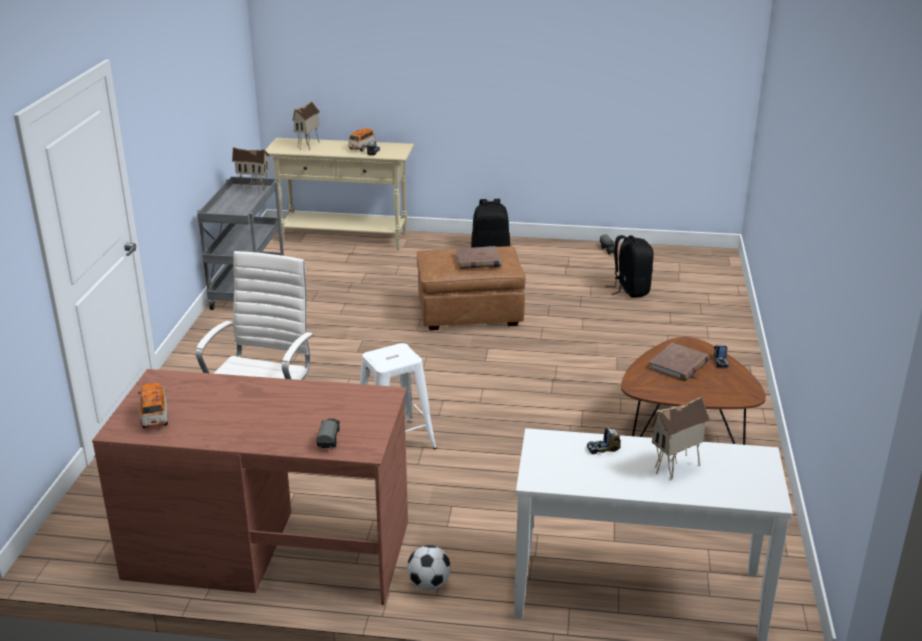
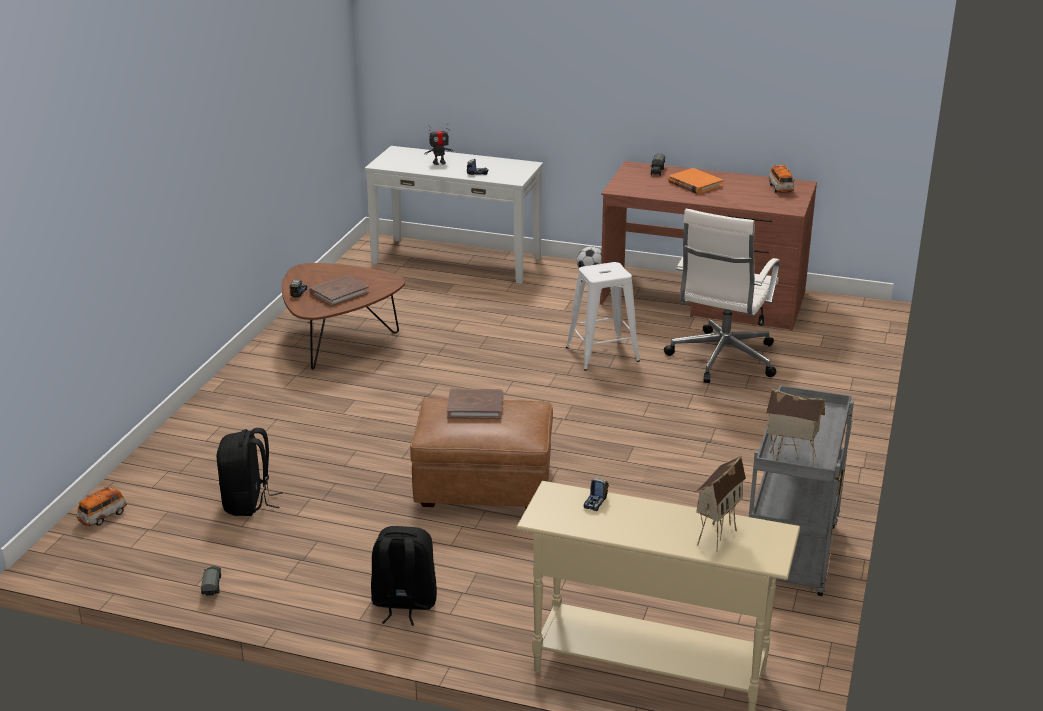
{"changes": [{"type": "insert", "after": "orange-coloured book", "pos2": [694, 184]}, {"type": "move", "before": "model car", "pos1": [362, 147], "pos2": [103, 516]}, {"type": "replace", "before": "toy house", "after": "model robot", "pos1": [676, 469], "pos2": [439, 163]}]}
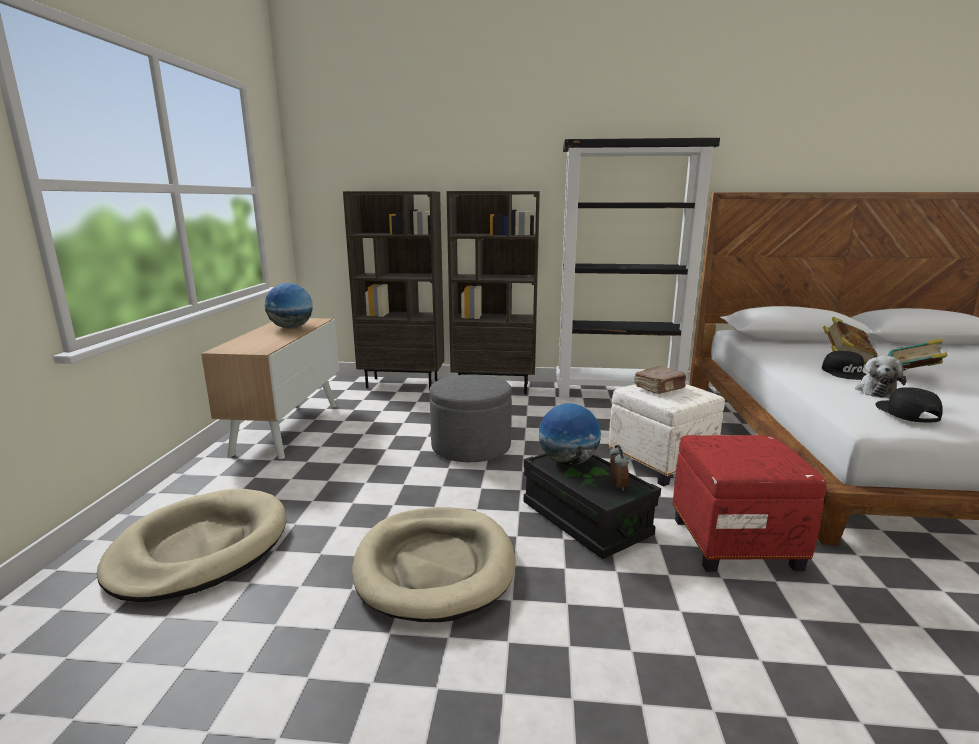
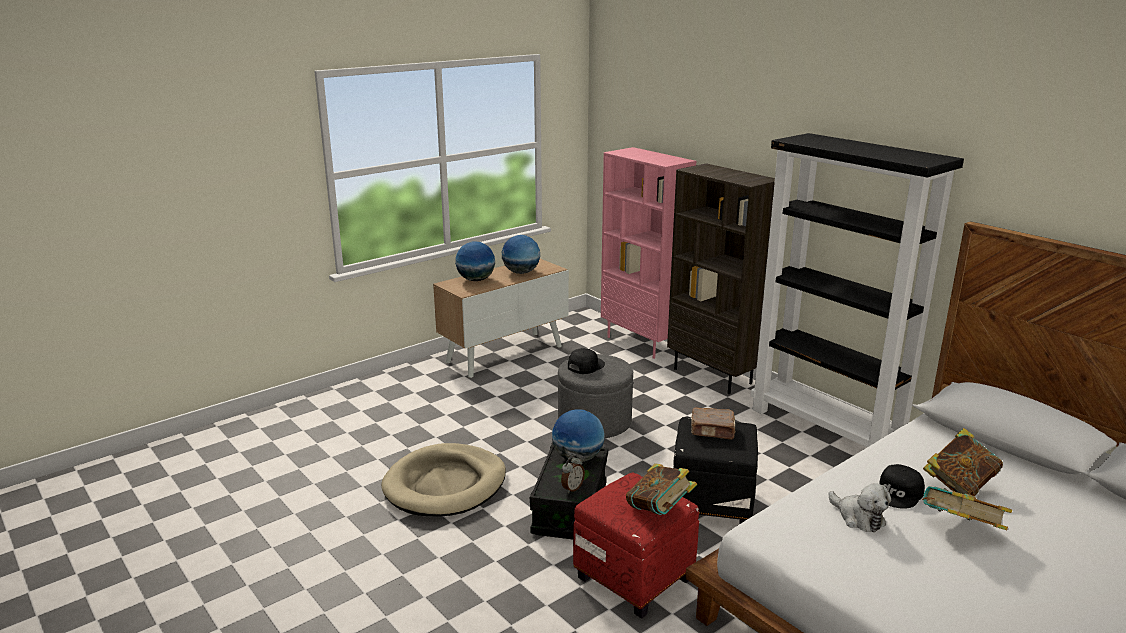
{"changes": [{"type": "delete", "before": "beige pet bed", "pos1": [200, 548]}, {"type": "insert", "after": "world globe", "pos2": [476, 280]}, {"type": "insert", "after": "book", "pos2": [659, 510]}, {"type": "move", "before": "blackish baseball cap", "pos1": [906, 412], "pos2": [585, 365]}, {"type": "recolor", "before": "brown-coloured shelving unit", "after": "pink-coloured shelving unit", "pos1": [403, 384], "pos2": [642, 343]}, {"type": "recolor", "before": "whitish pouffe", "after": "blackish pouffe", "pos1": [660, 462], "pos2": [712, 504]}, {"type": "rotate", "before": "soft toy", "pos1": [876, 391], "pos2": [858, 517], "turn": -105}]}
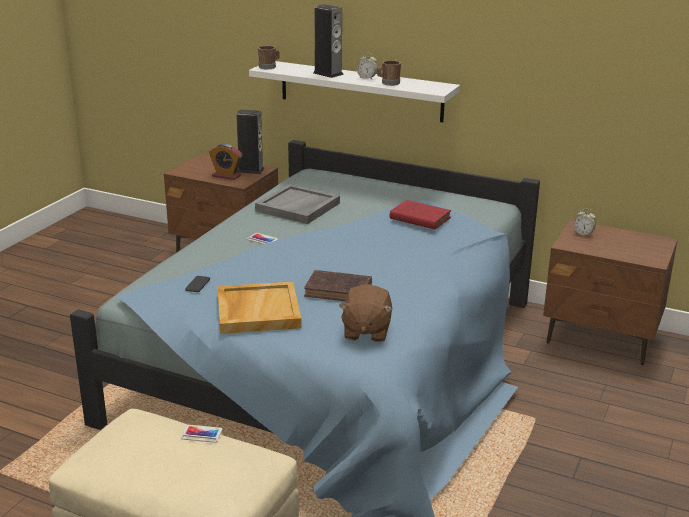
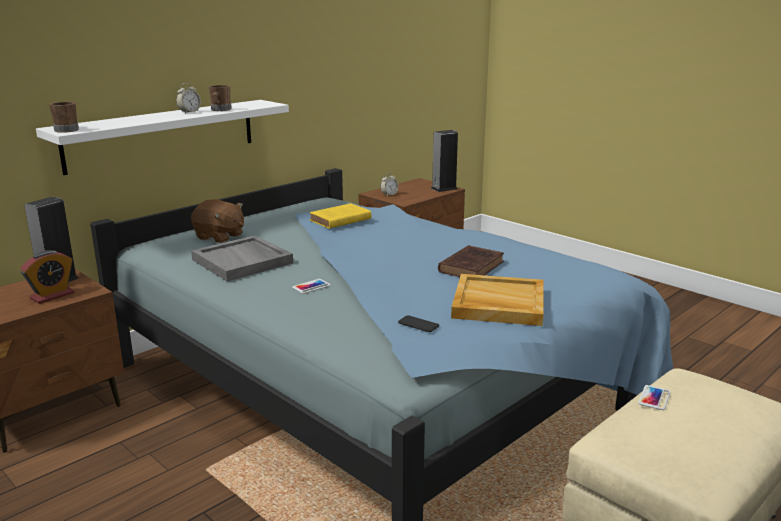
{"changes": [{"type": "move", "before": "loudspeaker", "pos1": [328, 73], "pos2": [444, 188]}, {"type": "move", "before": "brown-coloured soft toy", "pos1": [366, 331], "pos2": [219, 237]}, {"type": "recolor", "before": "red-coloured book", "after": "yellow book", "pos1": [418, 218], "pos2": [339, 220]}]}
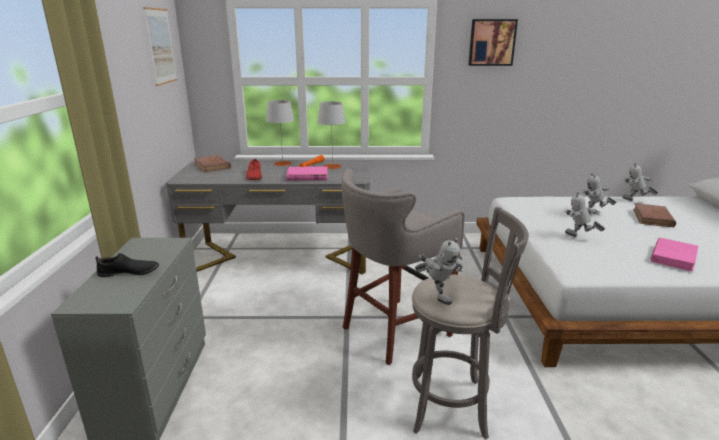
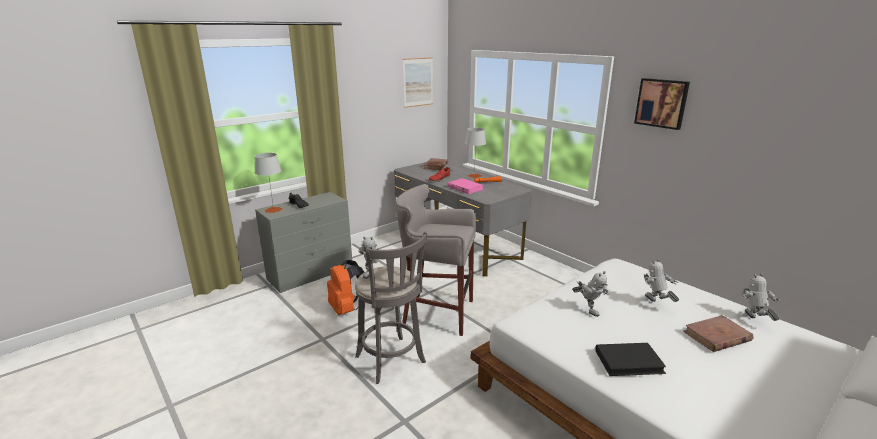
{"changes": [{"type": "insert", "after": "orange-coloured backpack", "pos2": [346, 309]}, {"type": "move", "before": "gray tabletop lamp", "pos1": [332, 166], "pos2": [273, 210]}, {"type": "recolor", "before": "pink-coloured book", "after": "blackish book", "pos1": [673, 257], "pos2": [629, 362]}, {"type": "rotate", "before": "model robot", "pos1": [579, 238], "pos2": [588, 309], "turn": 150}]}
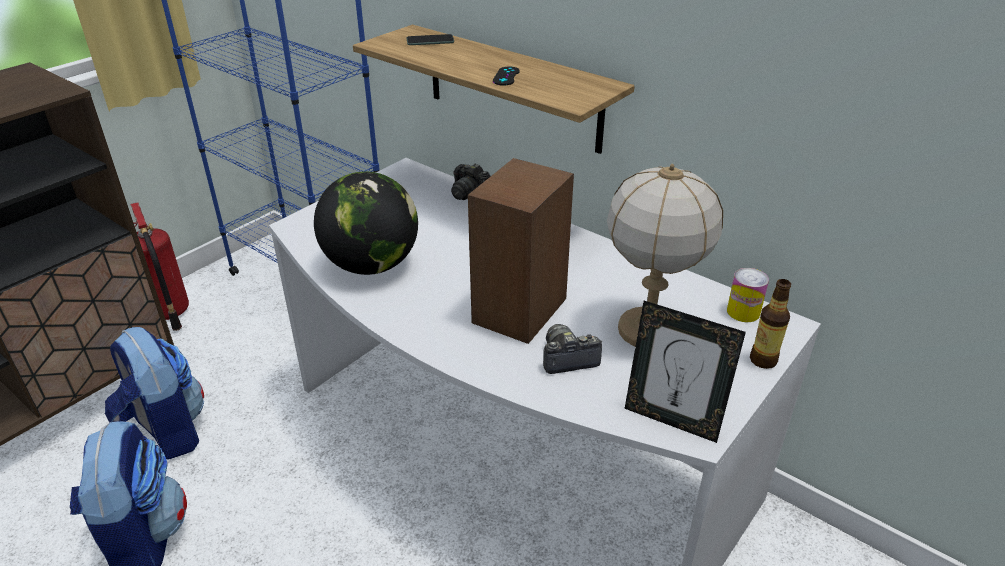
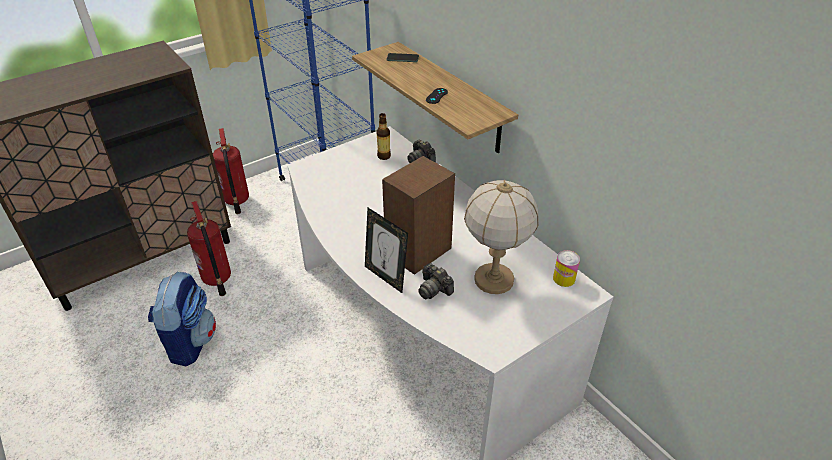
{"changes": [{"type": "delete", "before": "world globe", "pos1": [371, 265]}, {"type": "move", "before": "picture frame", "pos1": [672, 420], "pos2": [386, 277]}, {"type": "move", "before": "bottle", "pos1": [763, 360], "pos2": [384, 156]}, {"type": "replace", "before": "backpack", "after": "fire-fighting cylinder", "pos1": [166, 431], "pos2": [217, 279]}, {"type": "rotate", "before": "photo camera", "pos1": [567, 359], "pos2": [434, 289], "turn": -135}]}
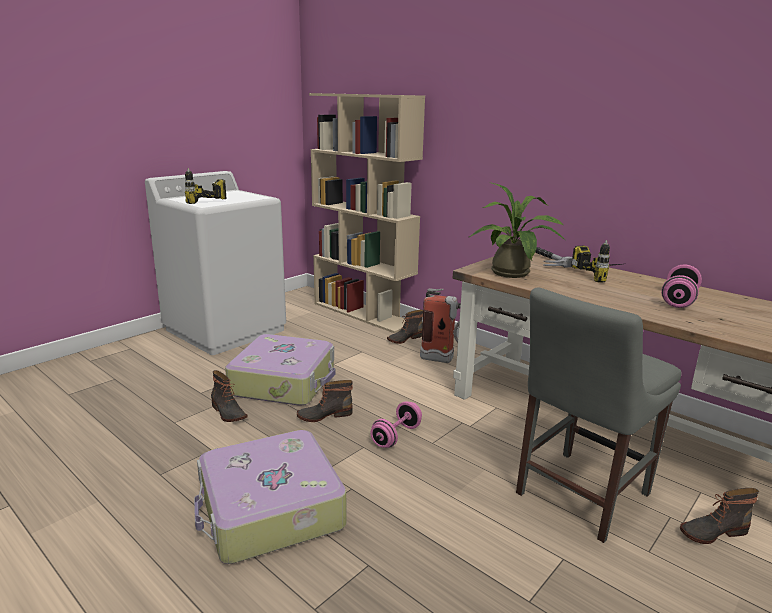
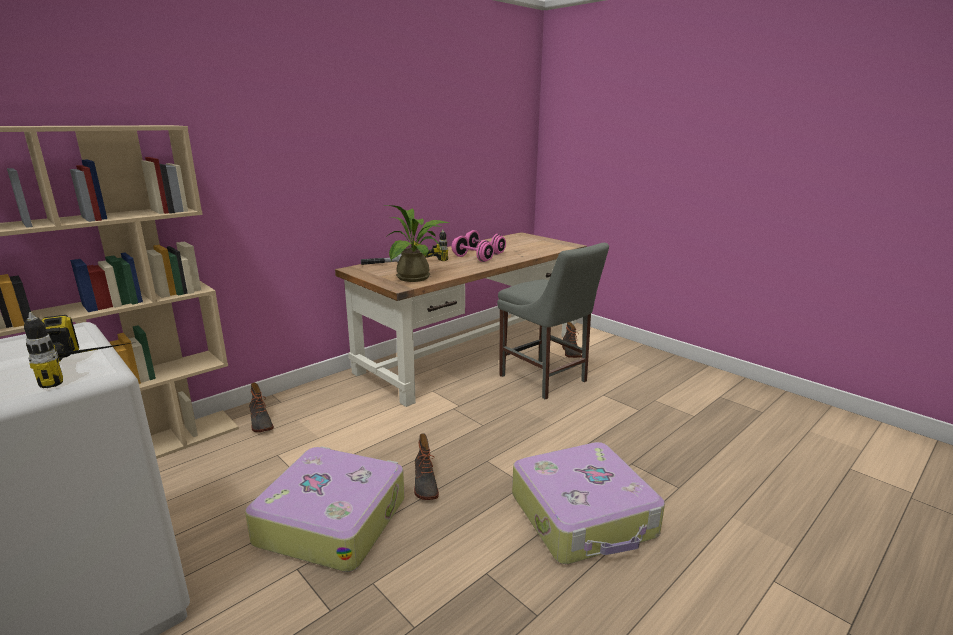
{"changes": [{"type": "delete", "before": "high-top boot", "pos1": [227, 413]}, {"type": "delete", "before": "fire-fighting cylinder", "pos1": [443, 360]}, {"type": "move", "before": "pink-coloured dumbbell", "pos1": [396, 436], "pos2": [472, 259]}]}
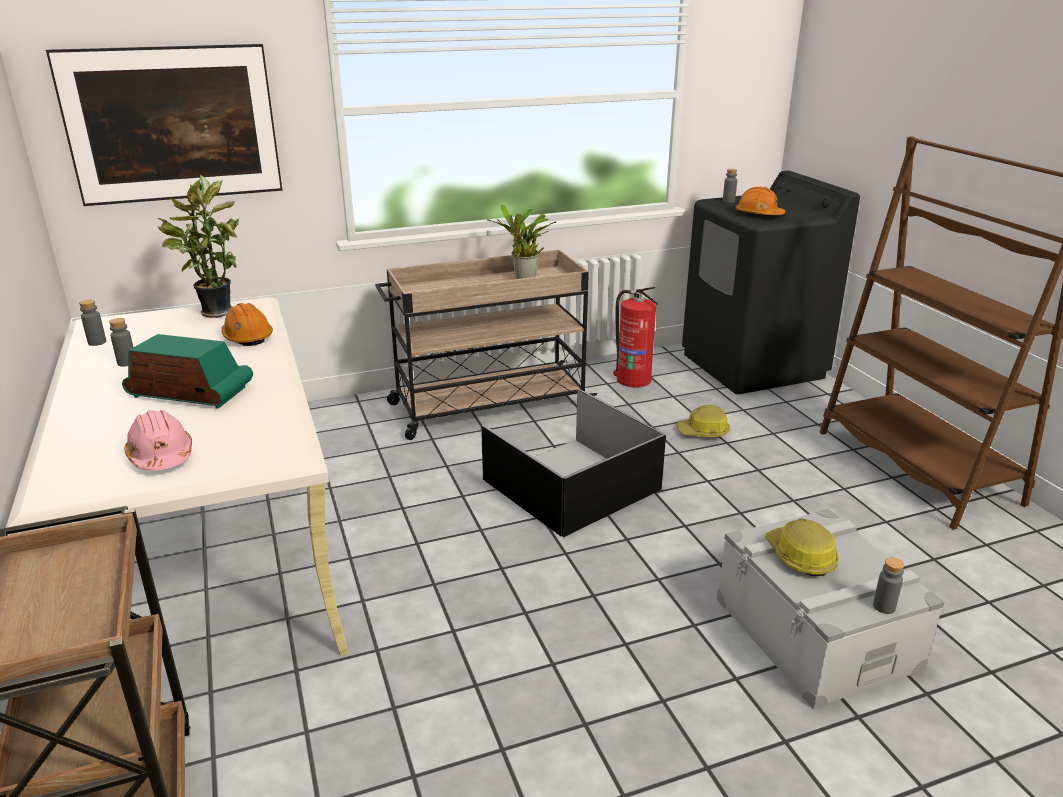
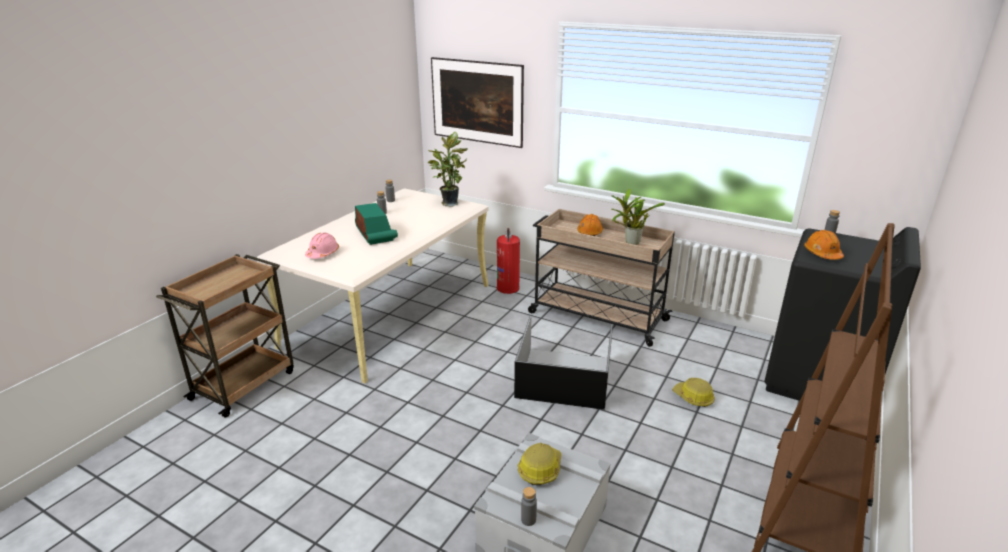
{"changes": [{"type": "move", "before": "orange-coloured work helmet", "pos1": [247, 337], "pos2": [590, 232]}, {"type": "move", "before": "fire-fighting cylinder", "pos1": [633, 379], "pos2": [508, 288]}]}
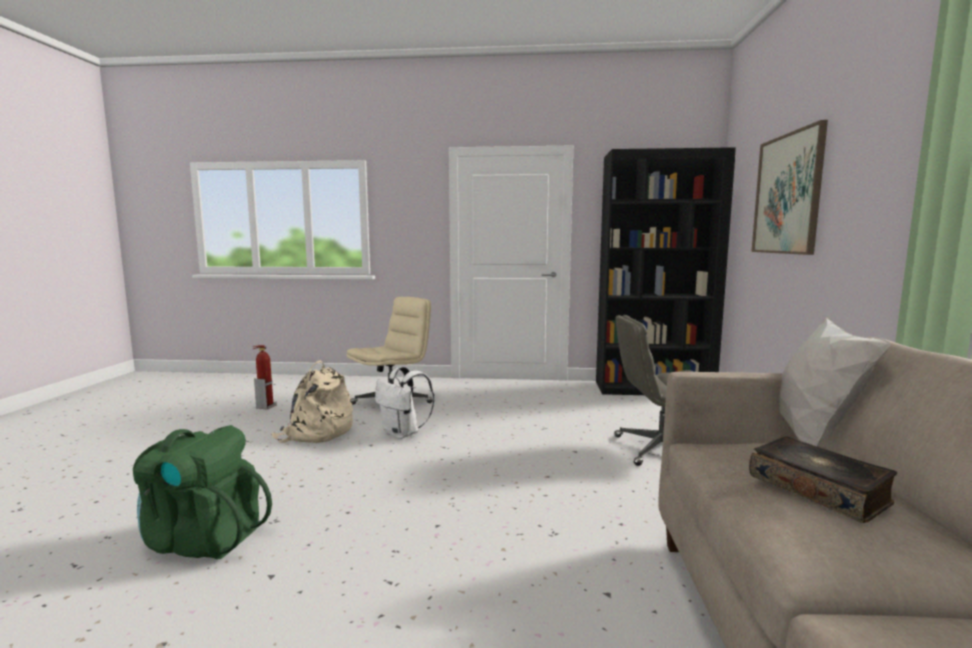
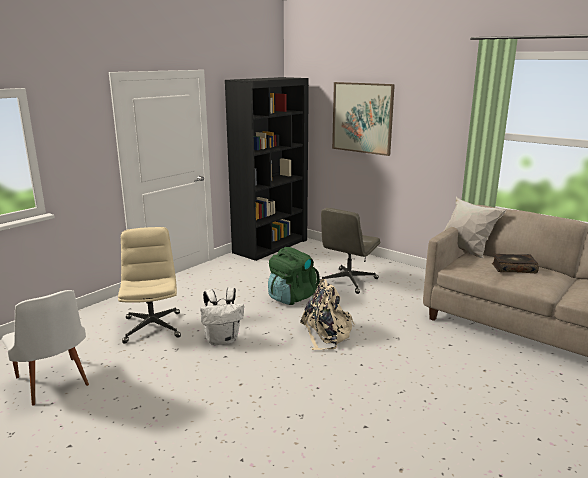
{"changes": [{"type": "move", "before": "greenish backpack", "pos1": [202, 539], "pos2": [291, 297]}, {"type": "move", "before": "beige backpack", "pos1": [316, 433], "pos2": [326, 334]}, {"type": "replace", "before": "fire-fighting cylinder", "after": "whitish chair", "pos1": [266, 406], "pos2": [54, 385]}]}
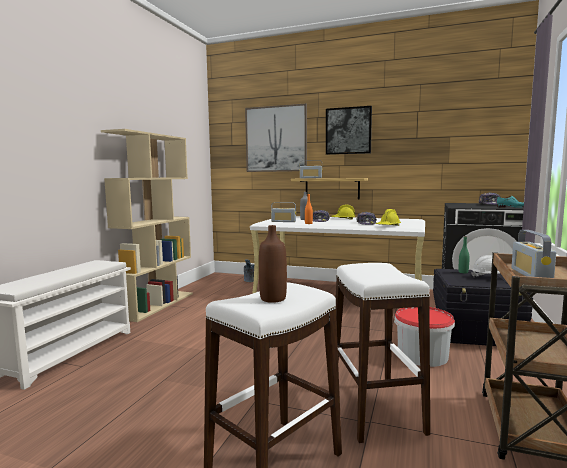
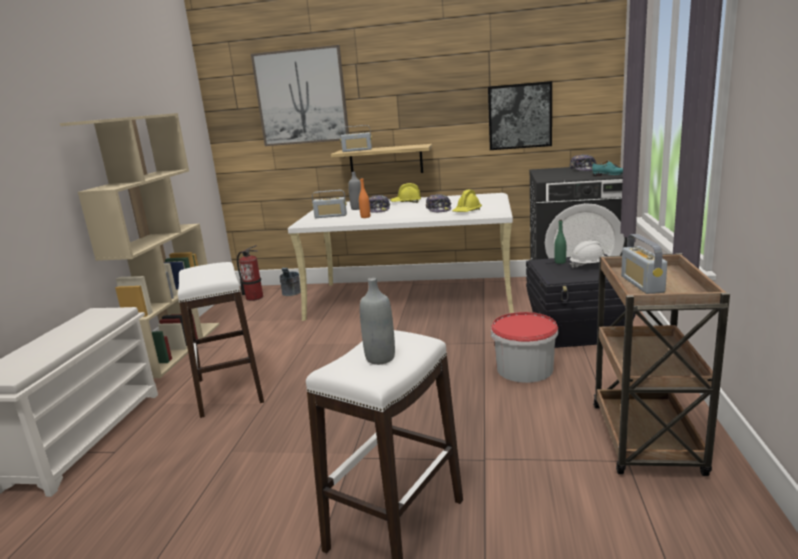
{"changes": [{"type": "insert", "after": "fire-fighting cylinder", "pos2": [254, 297]}, {"type": "move", "before": "wall picture", "pos1": [348, 131], "pos2": [519, 116]}, {"type": "move", "before": "whitish stool seat", "pos1": [376, 410], "pos2": [230, 391]}, {"type": "recolor", "before": "brown-coloured bottle", "after": "gray bottle", "pos1": [273, 299], "pos2": [380, 358]}]}
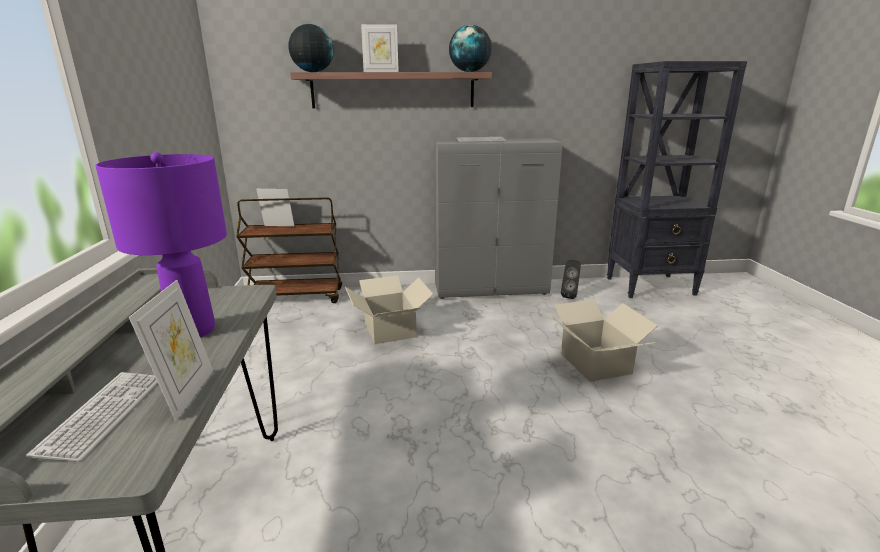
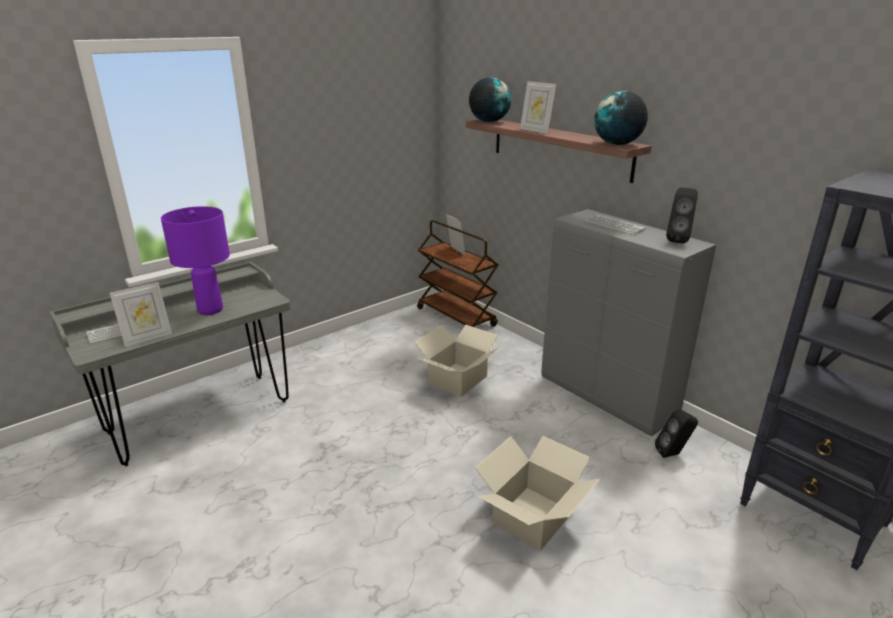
{"changes": [{"type": "insert", "after": "blackish loudspeaker", "pos2": [678, 240]}]}
